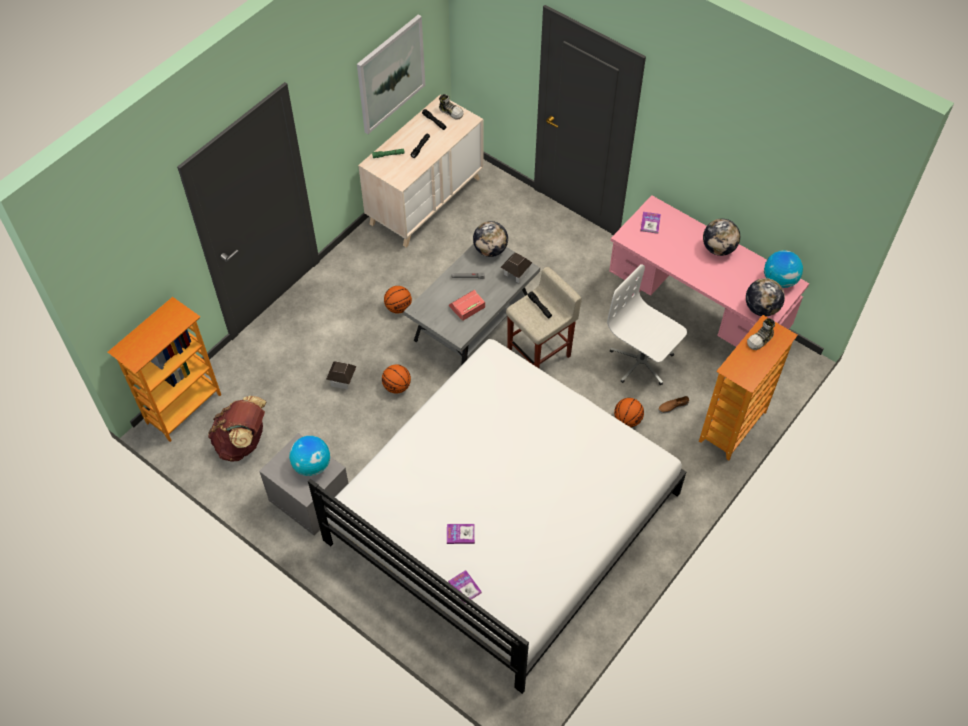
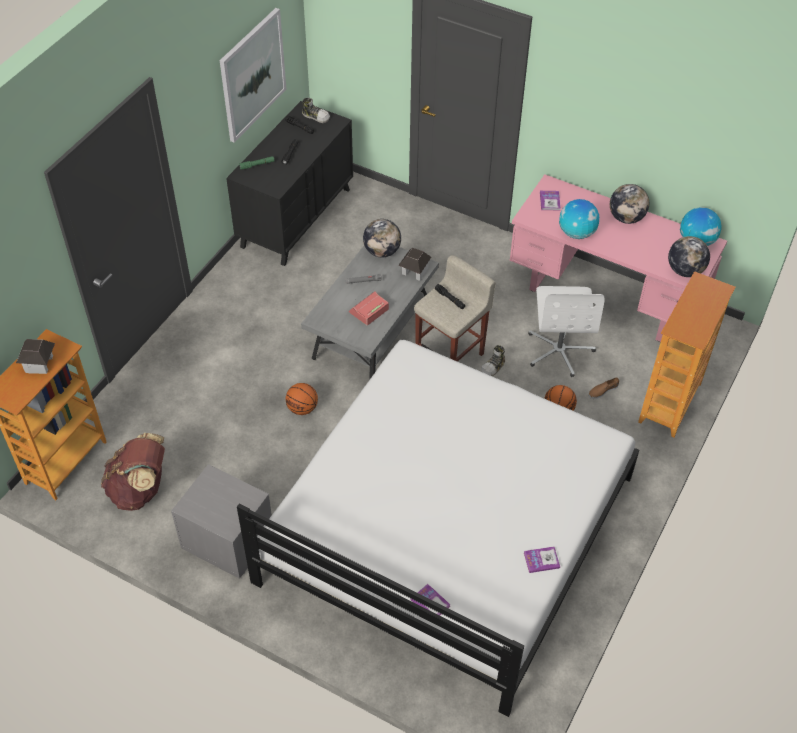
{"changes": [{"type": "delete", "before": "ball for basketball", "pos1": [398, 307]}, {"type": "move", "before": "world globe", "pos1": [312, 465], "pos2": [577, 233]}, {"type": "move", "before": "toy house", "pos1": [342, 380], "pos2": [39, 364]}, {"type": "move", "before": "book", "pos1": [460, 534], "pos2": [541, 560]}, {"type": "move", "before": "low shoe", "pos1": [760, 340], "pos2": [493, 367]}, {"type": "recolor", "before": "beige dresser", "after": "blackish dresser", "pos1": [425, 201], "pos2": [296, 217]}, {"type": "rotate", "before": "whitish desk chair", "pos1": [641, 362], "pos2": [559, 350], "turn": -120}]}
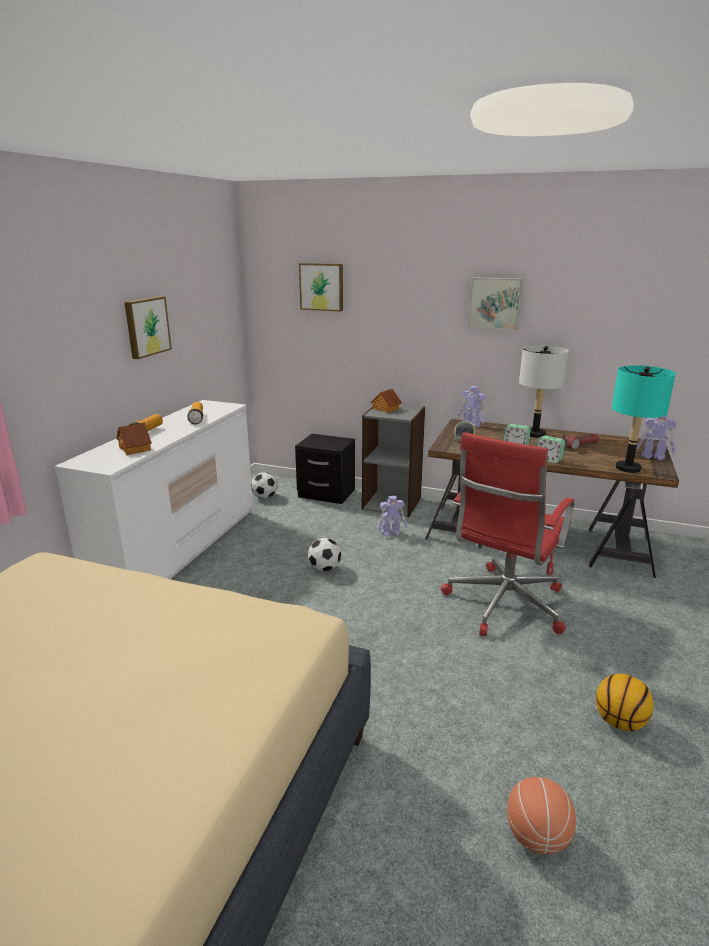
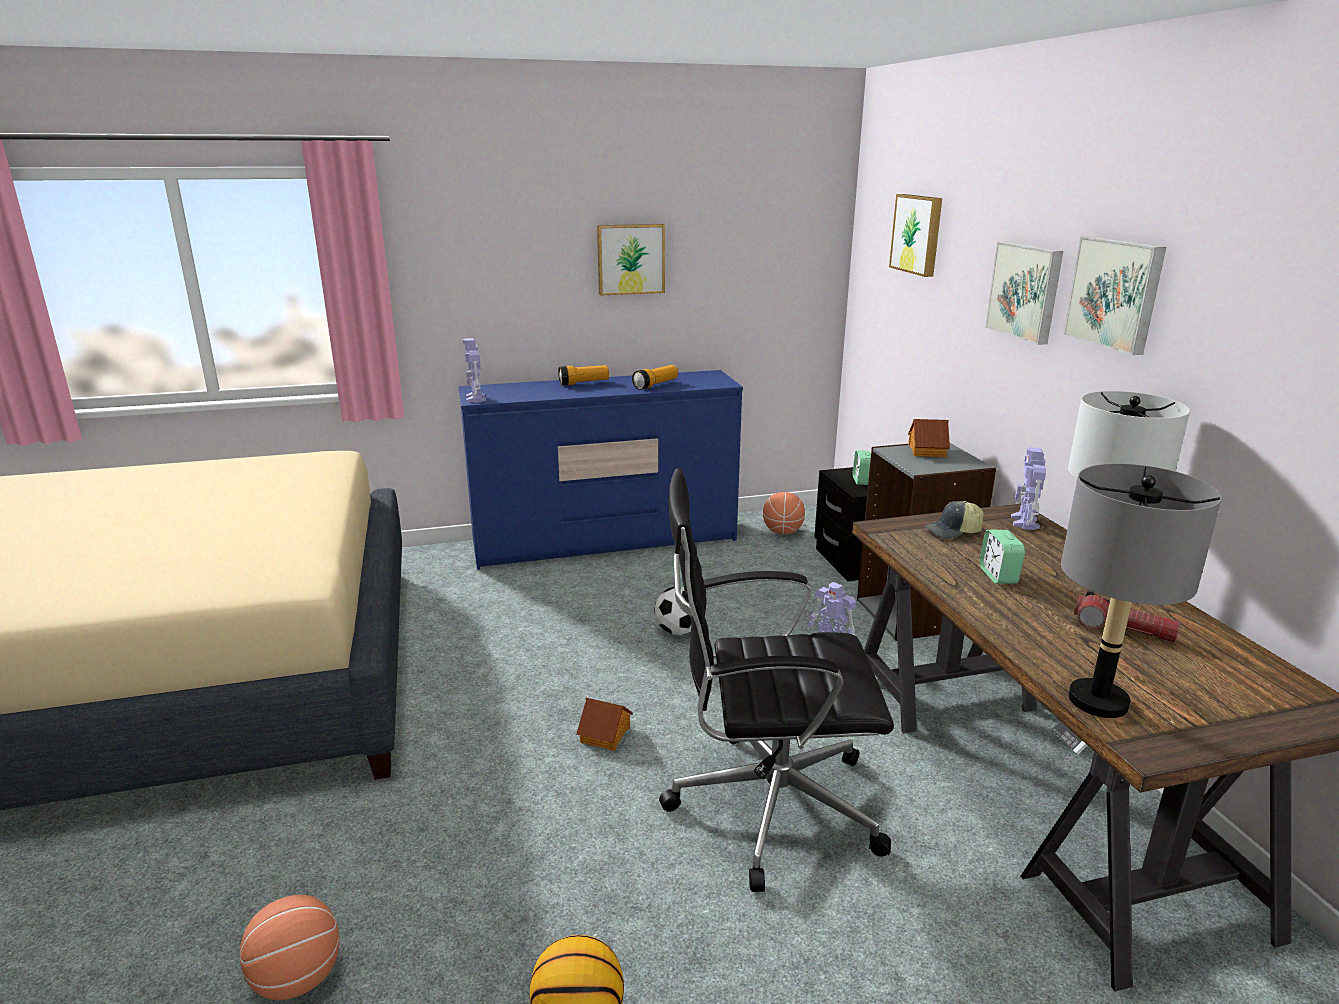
{"changes": [{"type": "insert", "after": "wall picture", "pos2": [1026, 291]}, {"type": "move", "before": "toy house", "pos1": [135, 449], "pos2": [606, 735]}, {"type": "move", "before": "table clock", "pos1": [548, 459], "pos2": [862, 480]}, {"type": "move", "before": "model robot", "pos1": [653, 457], "pos2": [476, 399]}, {"type": "replace", "before": "ball for football", "after": "ball for basketball", "pos1": [265, 497], "pos2": [782, 532]}, {"type": "recolor", "before": "whitish dresser", "after": "blue-coloured dresser", "pos1": [180, 551], "pos2": [605, 541]}, {"type": "recolor", "before": "red-coloured desk chair", "after": "blackish desk chair", "pos1": [503, 605], "pos2": [767, 805]}, {"type": "recolor", "before": "blue-green tabletop lamp", "after": "gray tabletop lamp", "pos1": [627, 468], "pos2": [1097, 701]}]}
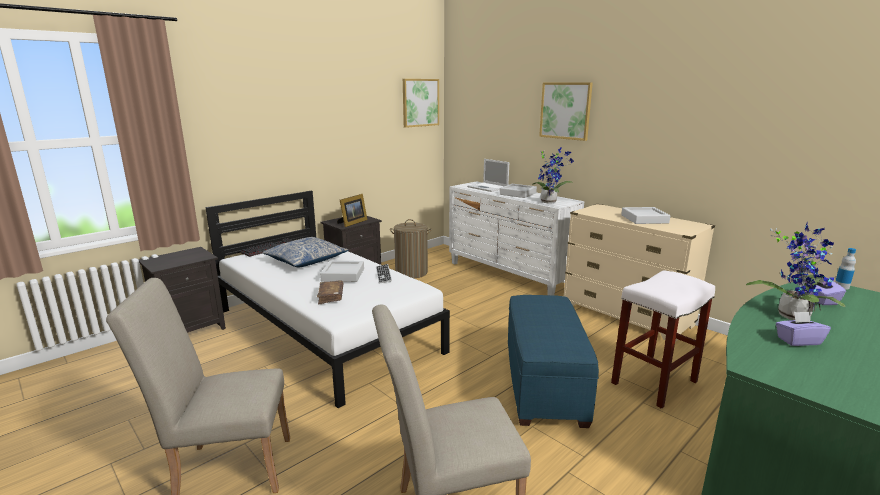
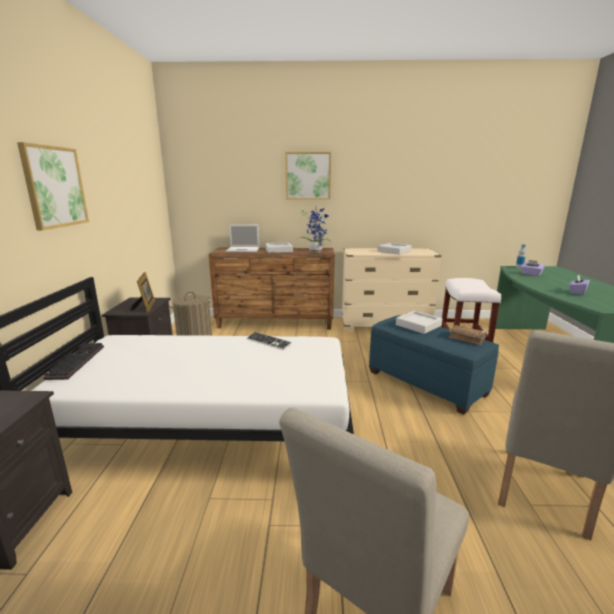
{"changes": [{"type": "delete", "before": "cushion", "pos1": [306, 260]}, {"type": "delete", "before": "houseplant", "pos1": [792, 314]}, {"type": "move", "before": "brown-coloured book", "pos1": [331, 296], "pos2": [466, 338]}, {"type": "move", "before": "gray carrying tray", "pos1": [343, 275], "pos2": [418, 325]}, {"type": "move", "before": "wall picture", "pos1": [420, 102], "pos2": [54, 187]}, {"type": "recolor", "before": "whitish dresser", "after": "brown-coloured dresser", "pos1": [508, 275], "pos2": [276, 323]}]}
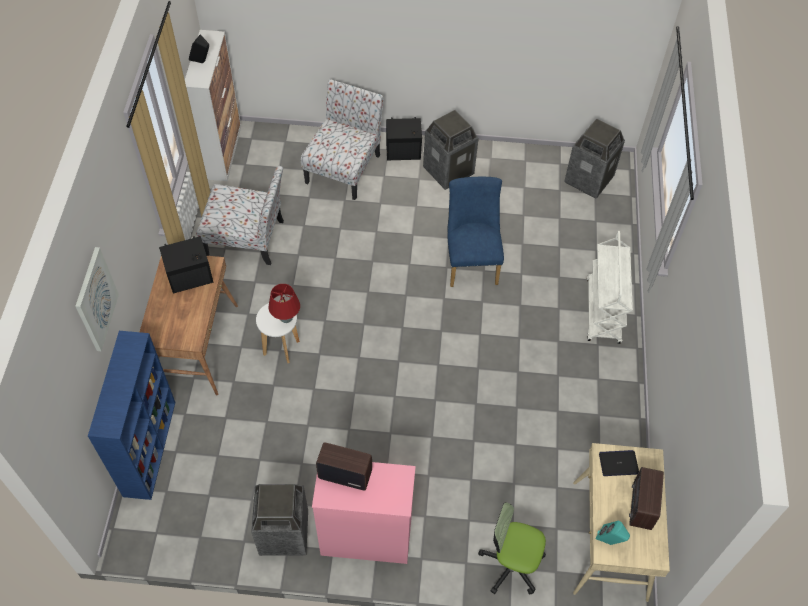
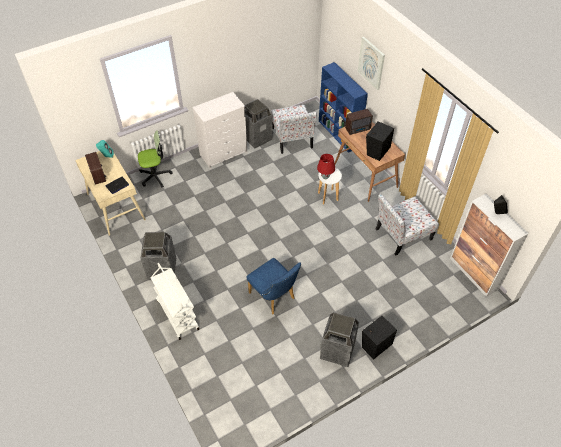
{"changes": [{"type": "move", "before": "chair", "pos1": [344, 167], "pos2": [292, 138]}, {"type": "move", "before": "radio receiver", "pos1": [344, 474], "pos2": [358, 129]}, {"type": "move", "before": "trash can", "pos1": [589, 179], "pos2": [162, 269]}, {"type": "recolor", "before": "pink-coloured dresser", "after": "whitish dresser", "pos1": [365, 536], "pos2": [224, 153]}]}
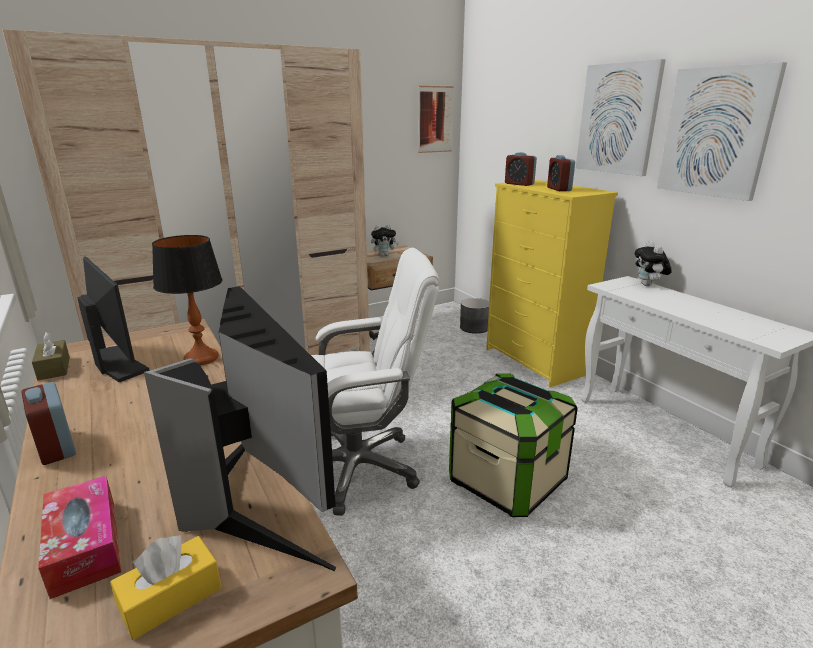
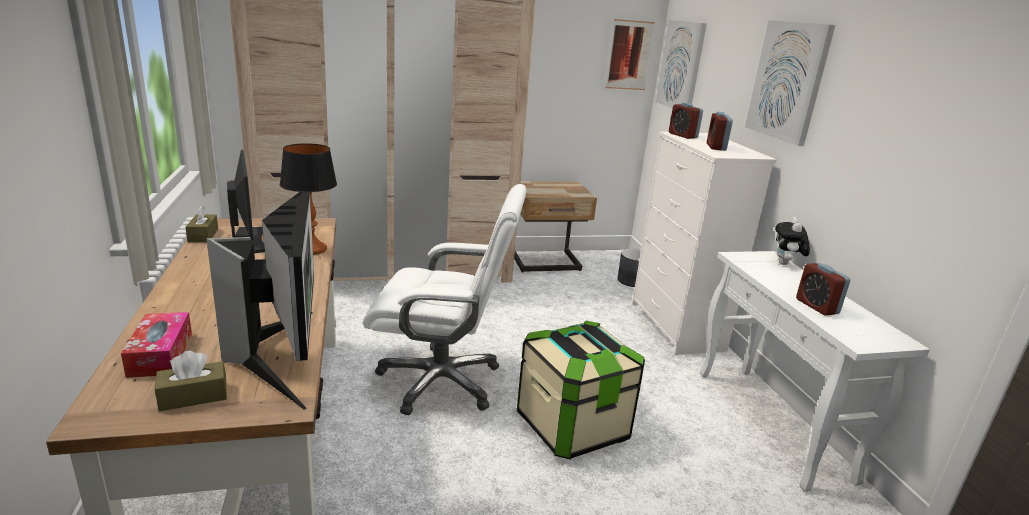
{"changes": [{"type": "delete", "before": "soft toy", "pos1": [384, 255]}, {"type": "move", "before": "table clock", "pos1": [56, 447], "pos2": [816, 306]}, {"type": "move", "before": "wall picture", "pos1": [716, 132], "pos2": [681, 65]}, {"type": "recolor", "before": "yellow tissue box", "after": "brown-coloured tissue box", "pos1": [171, 598], "pos2": [193, 396]}, {"type": "recolor", "before": "yellow dresser", "after": "whitish dresser", "pos1": [535, 361], "pos2": [676, 327]}]}
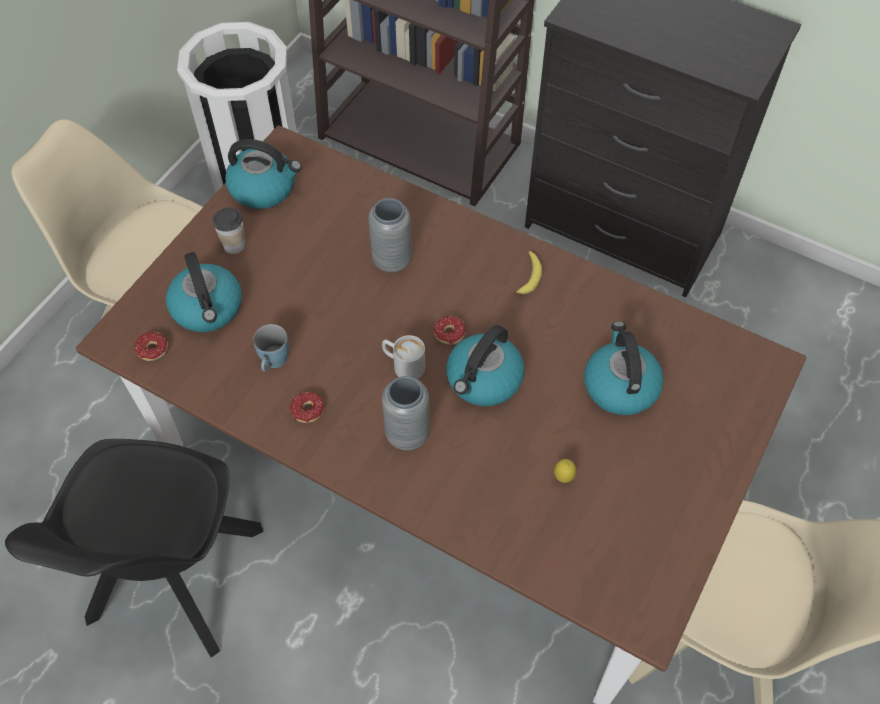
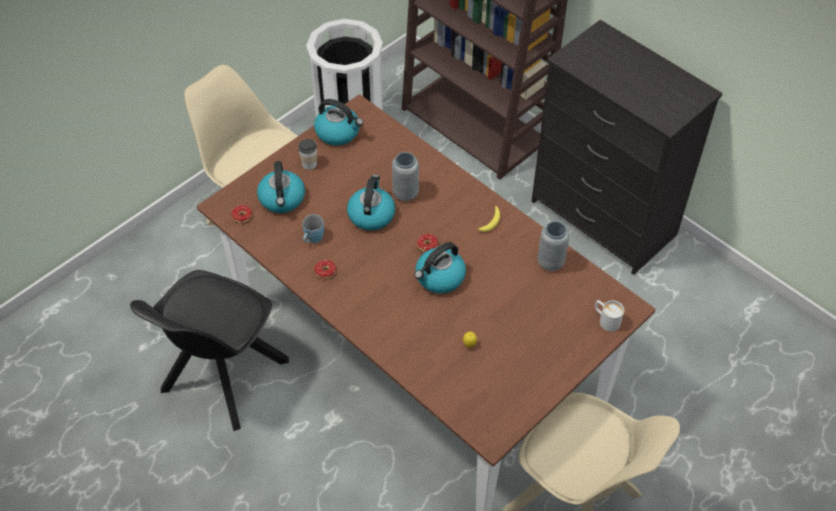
{"changes": [{"type": "move", "before": "whitish coffee mug", "pos1": [403, 365], "pos2": [606, 320]}, {"type": "move", "before": "gray flower vase", "pos1": [407, 434], "pos2": [550, 263]}, {"type": "move", "before": "tea kettle", "pos1": [619, 385], "pos2": [371, 214]}]}
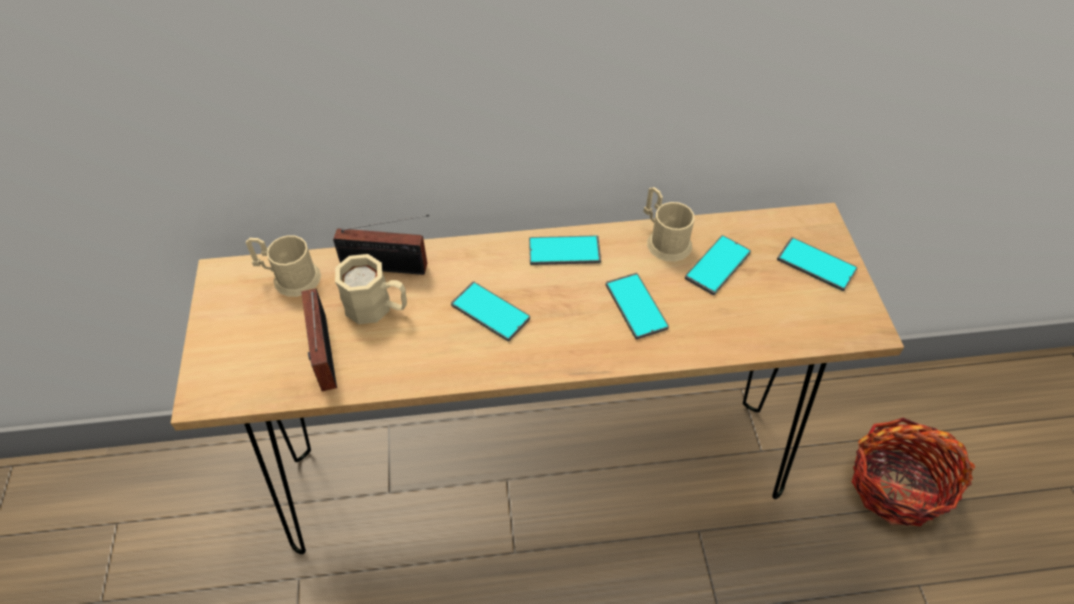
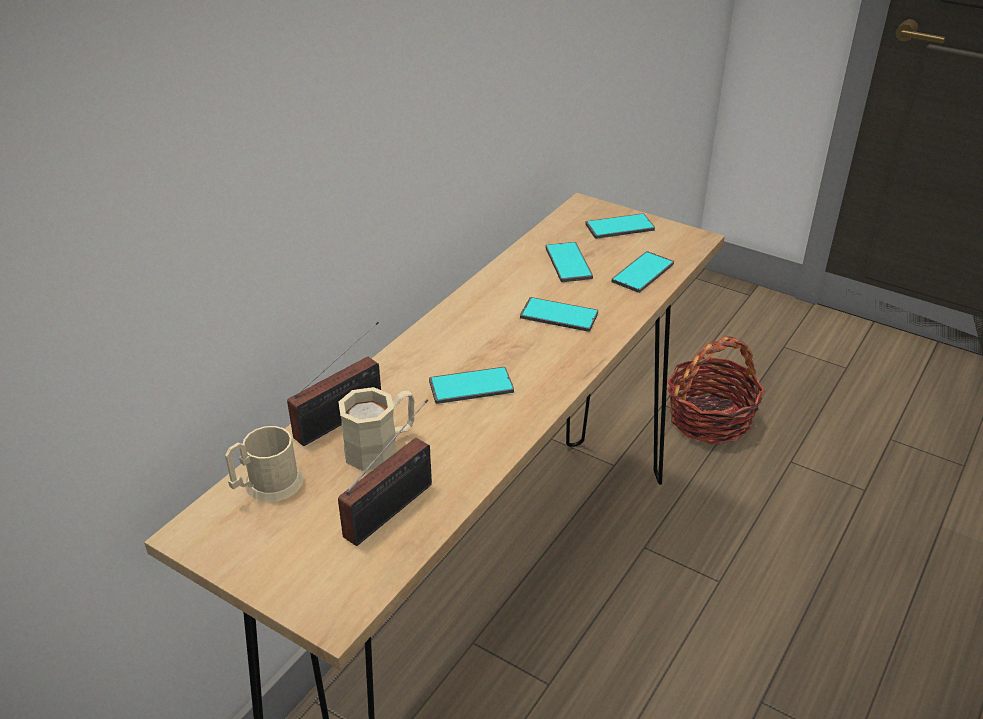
{"changes": [{"type": "delete", "before": "beige coffee mug", "pos1": [664, 240]}, {"type": "move", "before": "telephone", "pos1": [564, 251], "pos2": [642, 273]}, {"type": "rotate", "before": "radio receiver", "pos1": [323, 357], "pos2": [394, 507], "turn": -75}]}
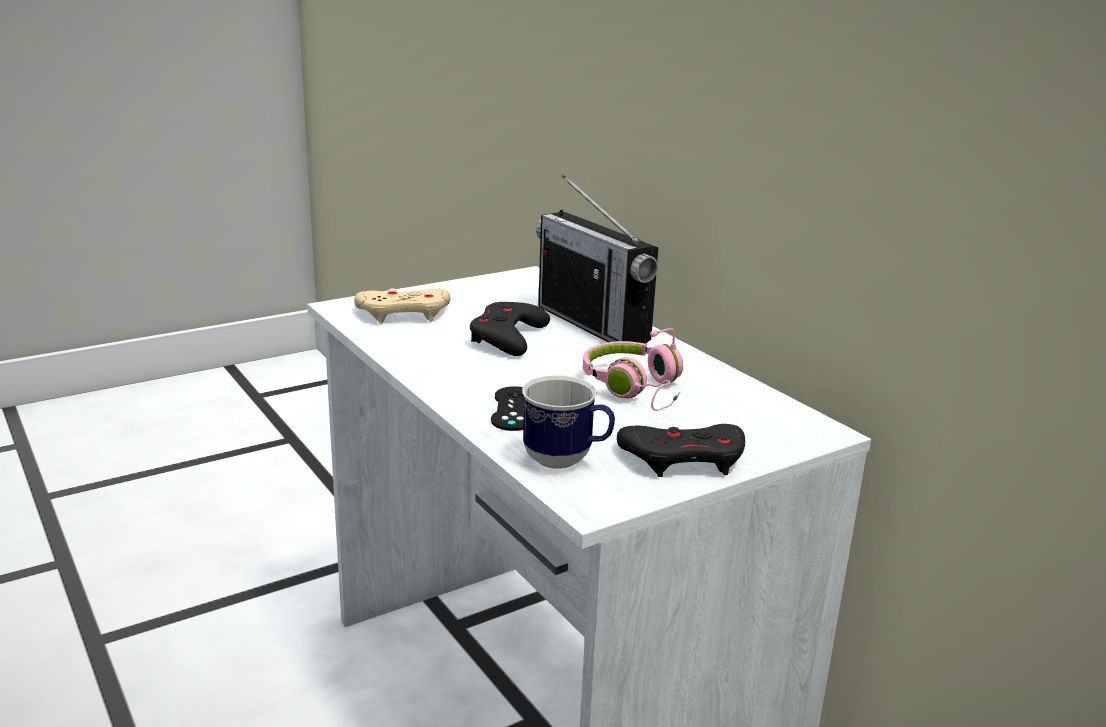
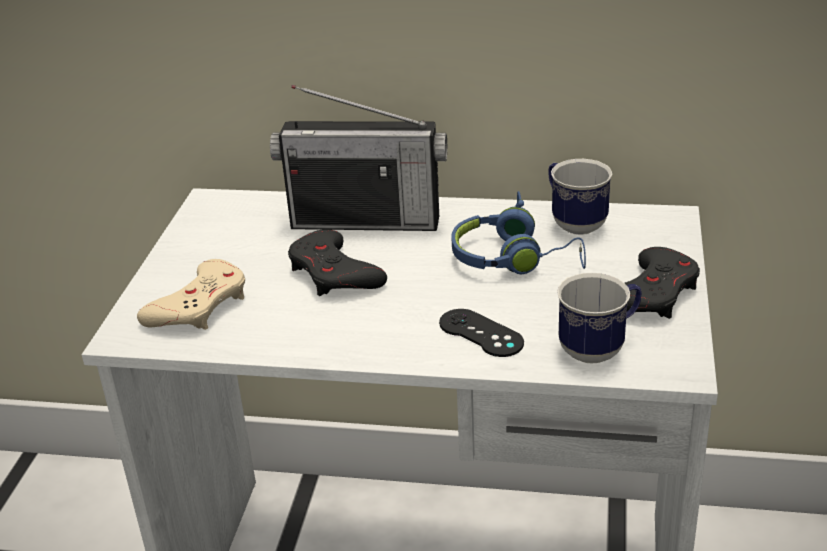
{"changes": [{"type": "insert", "after": "coffee mug", "pos2": [573, 222]}, {"type": "recolor", "before": "pink-coloured pair of headphones", "after": "blue-coloured pair of headphones", "pos1": [637, 389], "pos2": [515, 259]}]}
